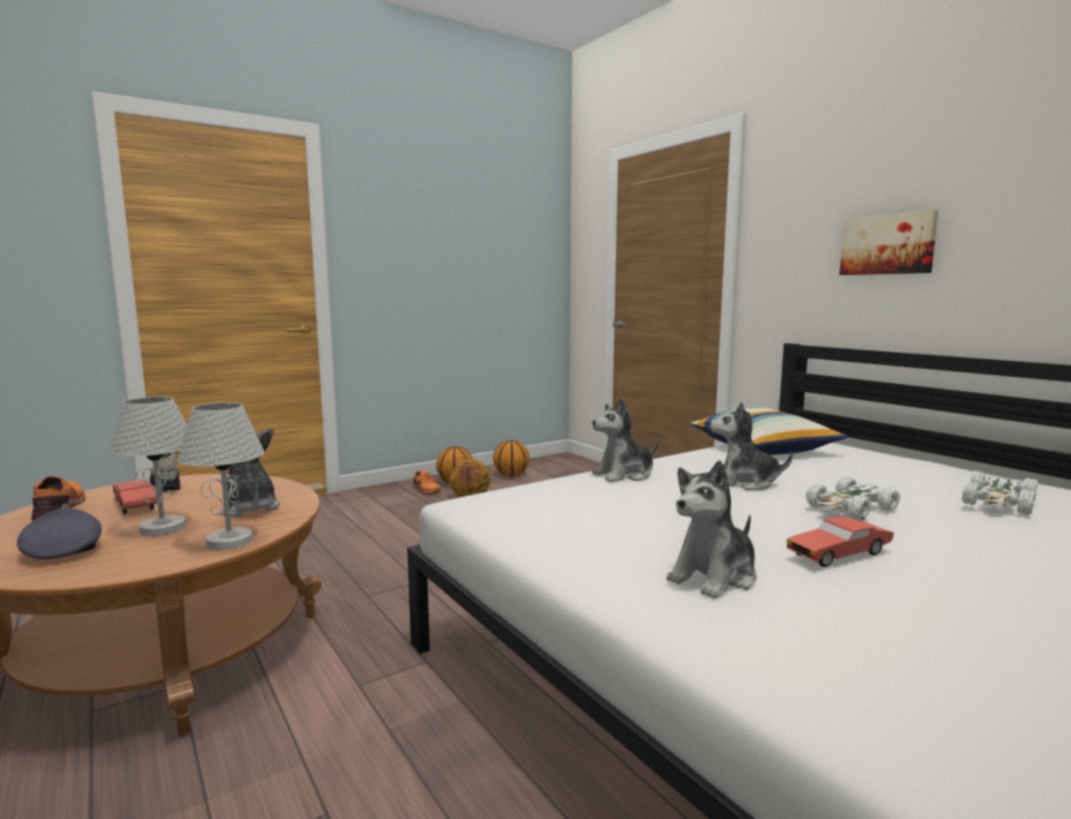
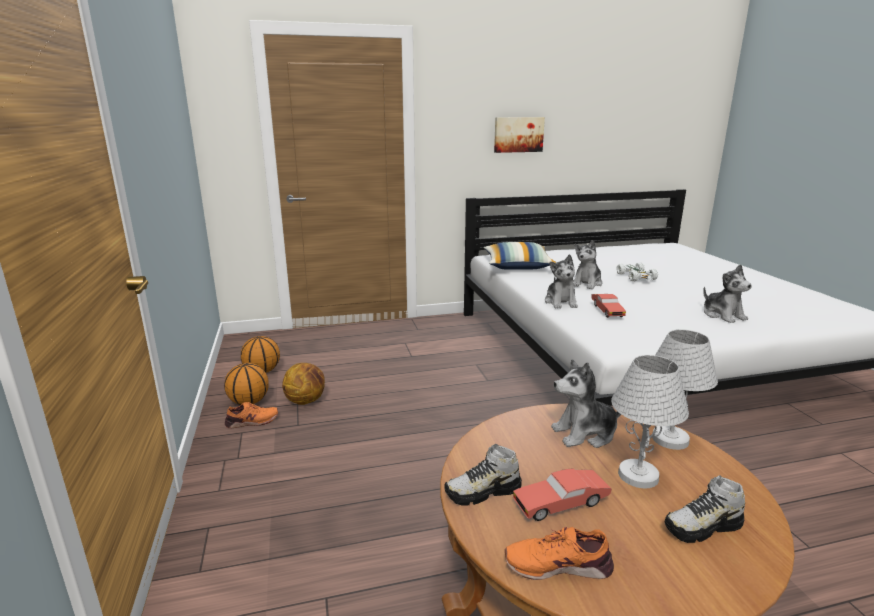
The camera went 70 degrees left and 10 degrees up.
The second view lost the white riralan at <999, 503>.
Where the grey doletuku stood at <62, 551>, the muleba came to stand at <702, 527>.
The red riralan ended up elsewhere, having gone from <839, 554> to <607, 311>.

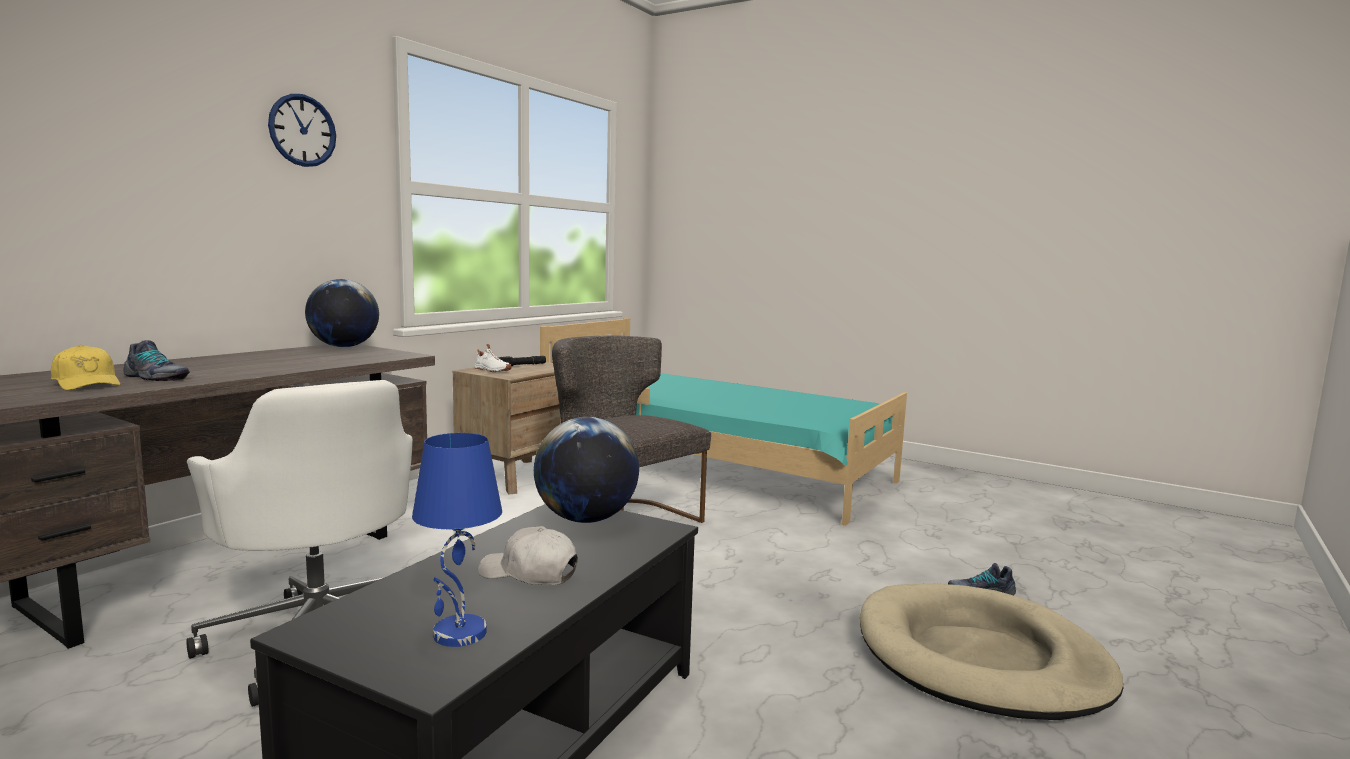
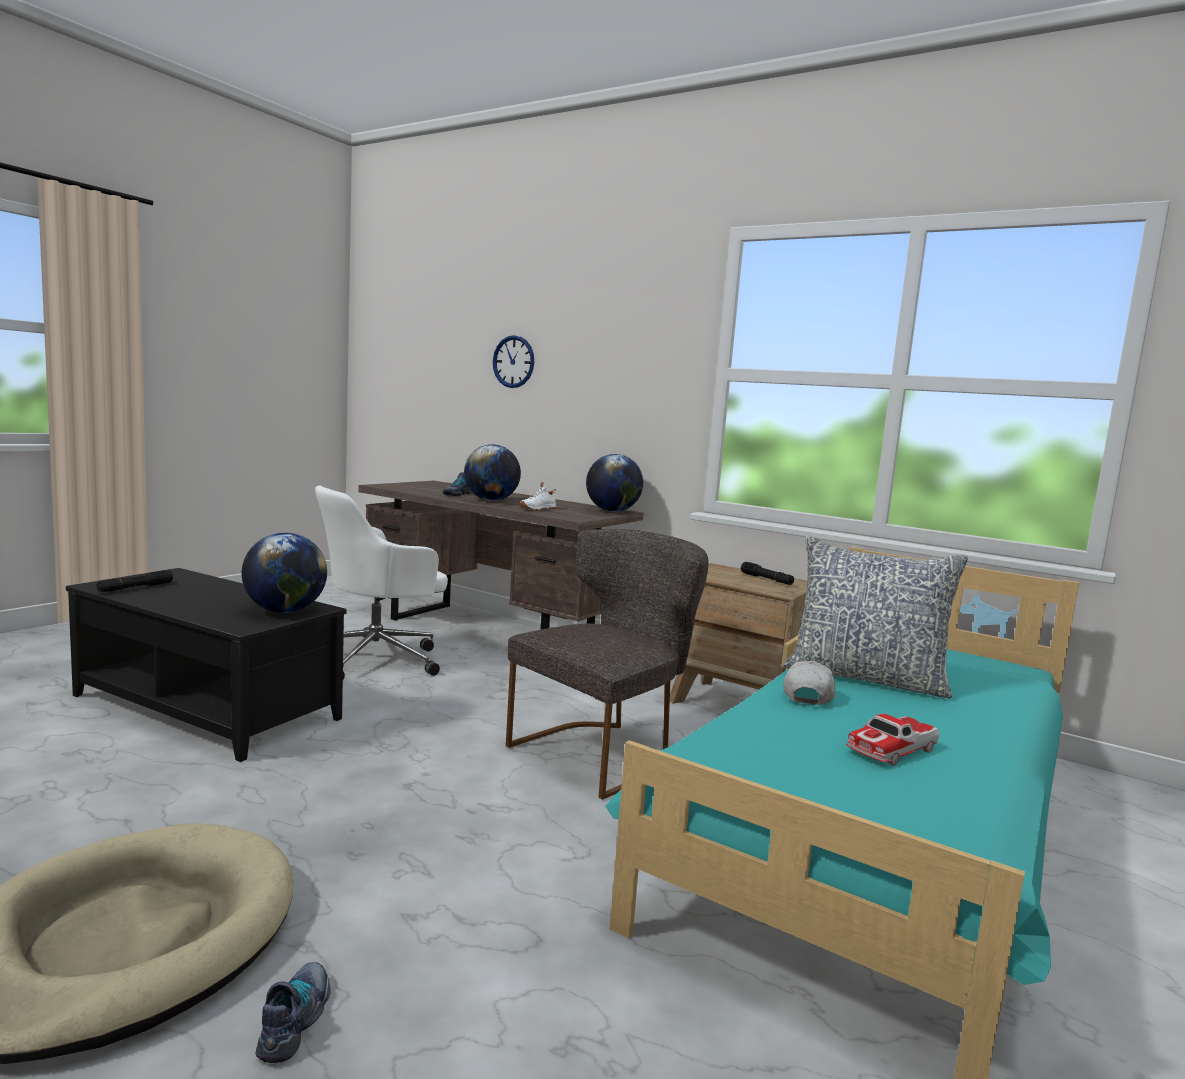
The camera went 90 degrees right and 0 degrees up.
The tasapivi ended up elsewhere, having gone from <302, 130> to <513, 361>.
The white muleba ended up elsewhere, having gone from <491, 370> to <537, 509>.
The second view lost the yellow doletuku at <87, 383>.
Where the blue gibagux stood at <459, 634>, the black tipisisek came to stand at <135, 588>.
The white doletuku ended up elsewhere, having gone from <529, 573> to <808, 695>.
The second view gained the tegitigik at <491, 500>.
The second view gained the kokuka at <865, 678>.
The second view gained the riralan at <892, 750>.

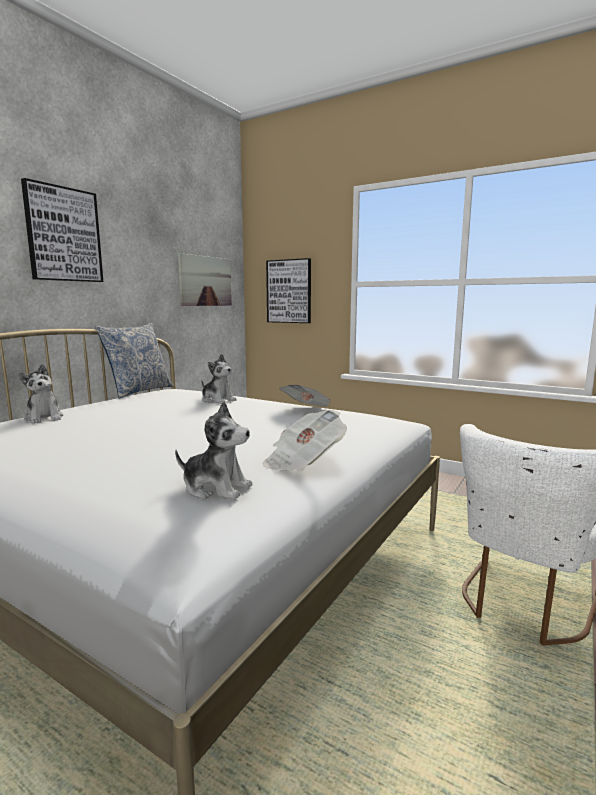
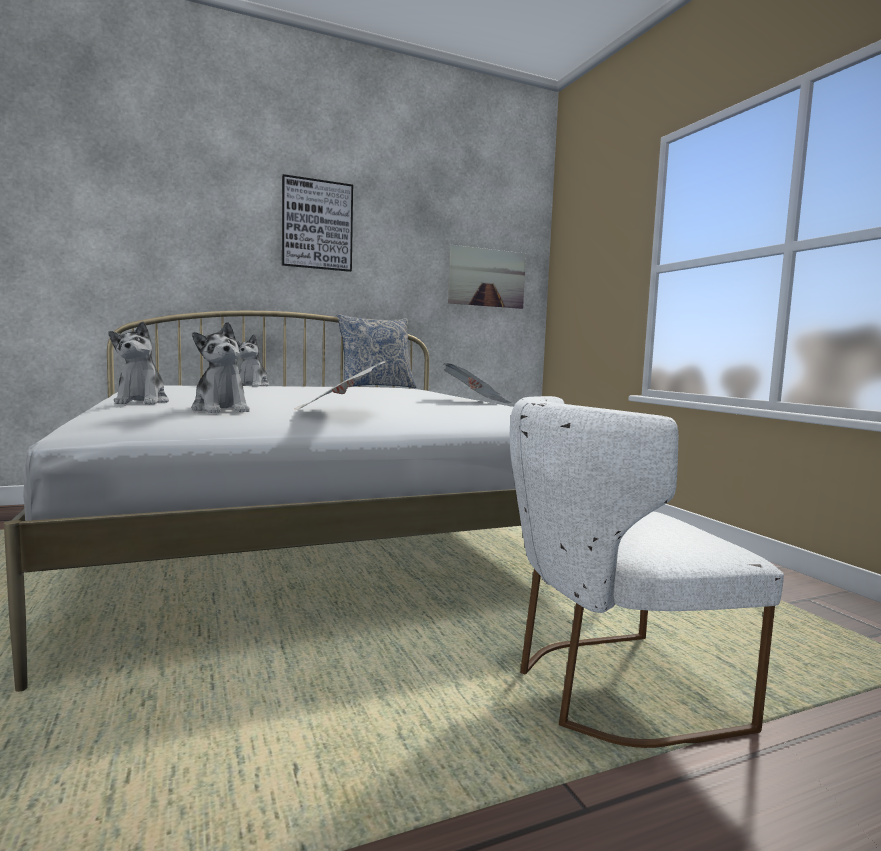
The camera went 35 degrees right and 5 degrees down.
The second view lost the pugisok at <289, 291>.
The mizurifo ended up elsewhere, having gone from <218, 400> to <141, 402>.

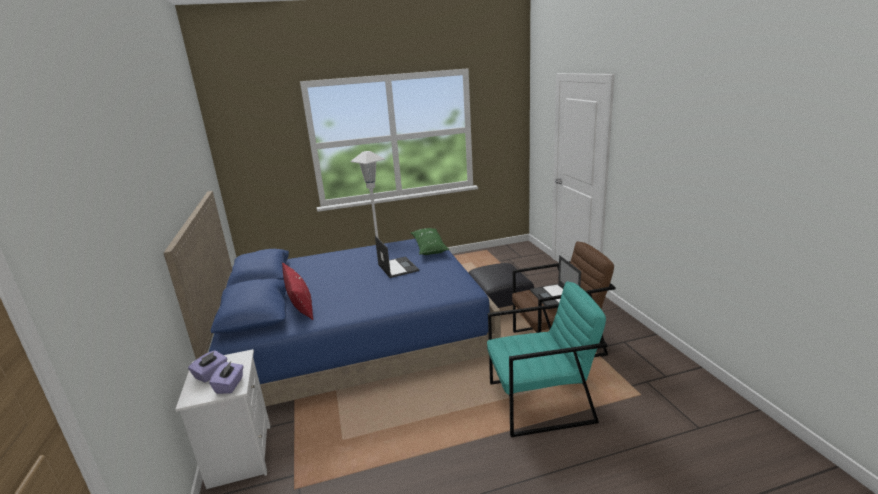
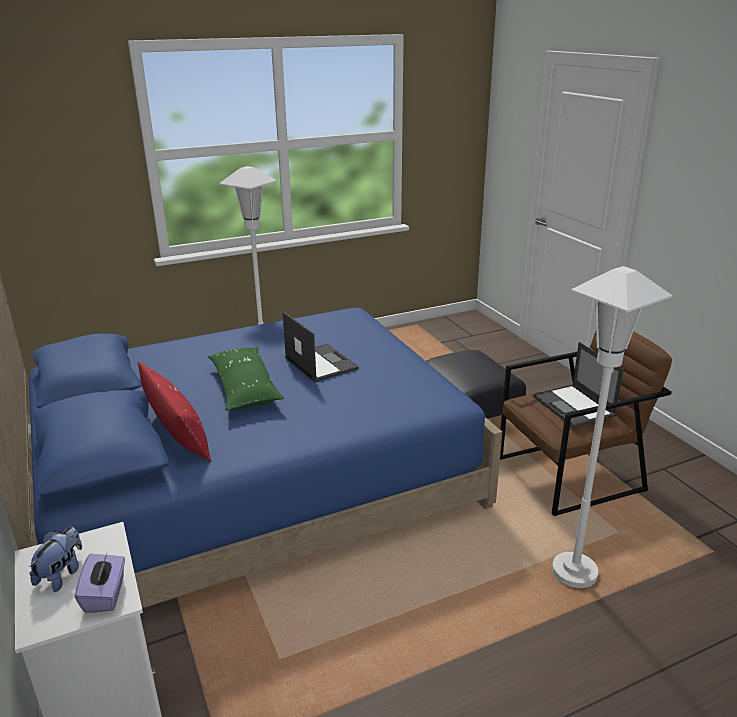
The camera went 10 degrees left and 5 degrees up.
The green kokuka ended up elsewhere, having gone from <429, 247> to <244, 388>.
Where the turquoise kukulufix stood at <541, 402>, the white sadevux came to stand at <574, 572>.
Where the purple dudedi stood at <211, 374>, the mizurifo came to stand at <61, 574>.

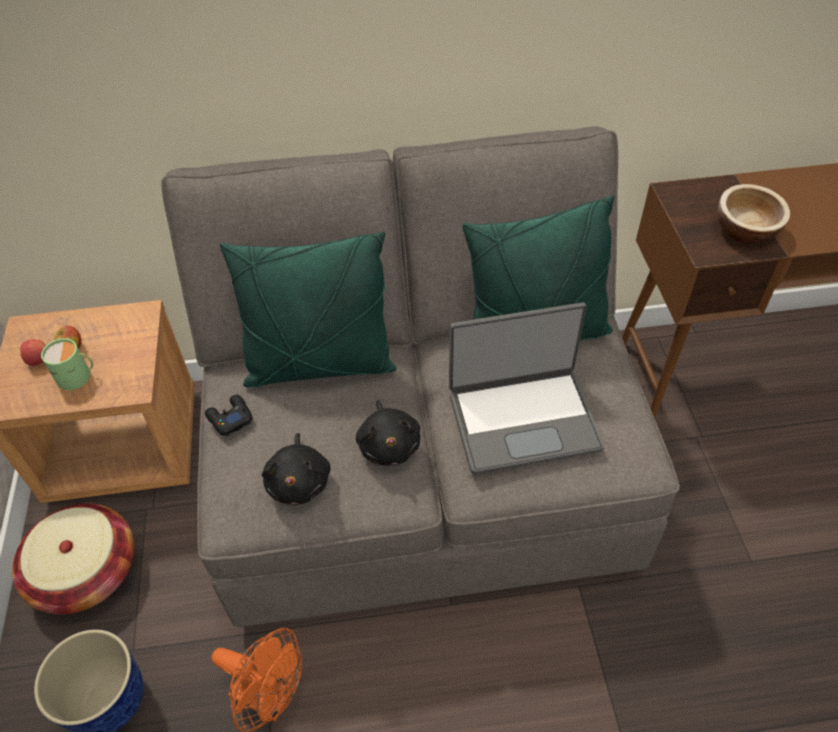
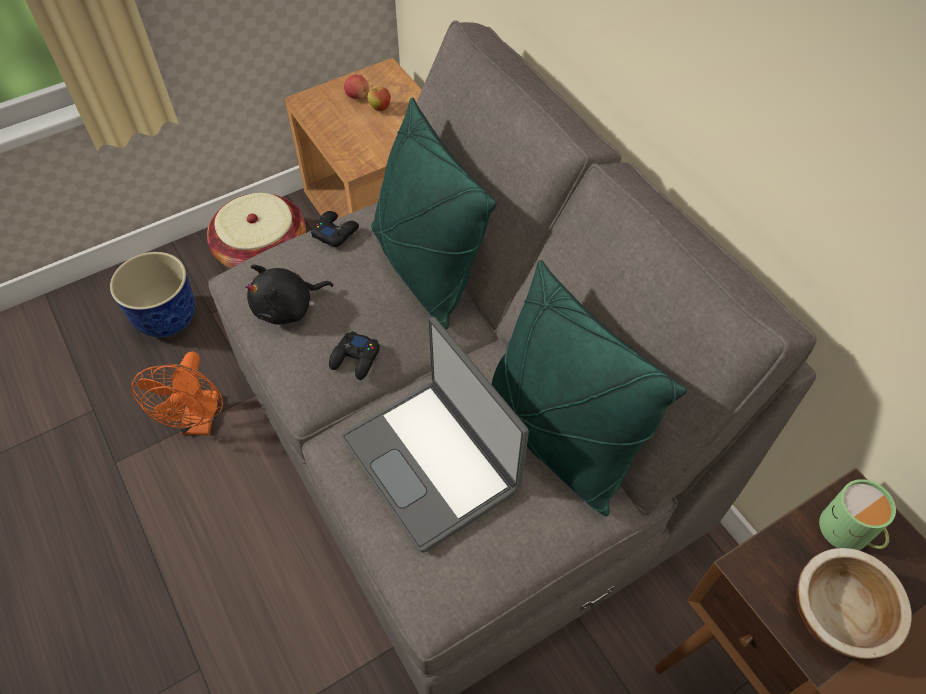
The camera went 65 degrees right and 5 degrees up.
The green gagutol ended up elsewhere, having gone from <77, 377> to <848, 533>.
Where the black mizurifo stood at <389, 445>, the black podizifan came to stand at <355, 359>.

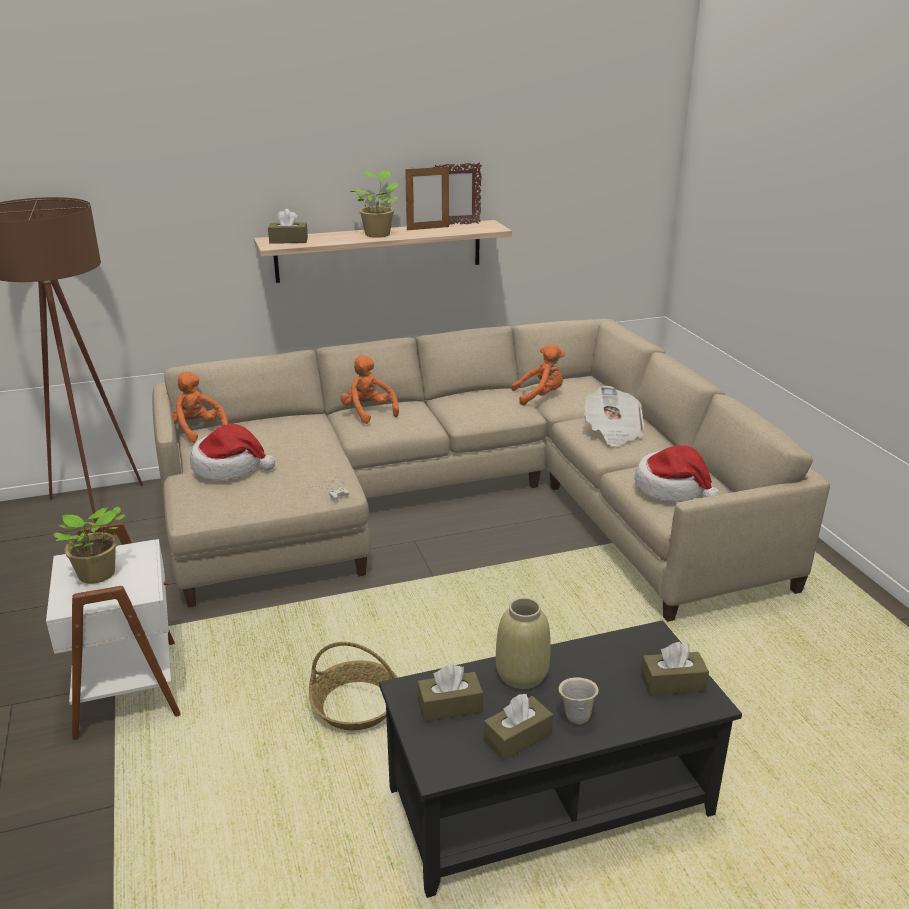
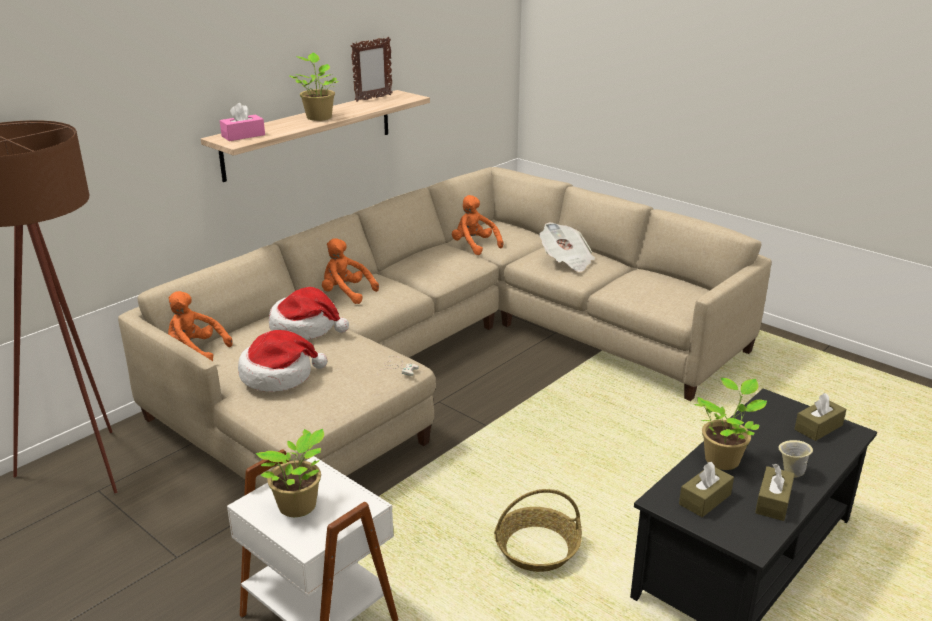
The camera went 30 degrees left and 0 degrees up.
The second view lost the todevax at <428, 228>.
What was the brown dudedi at <288, 240> turned into the pink dudedi at <243, 135>.
The orange mizurifo at <540, 396> ended up facing another way, 90 degrees counterclockwise from before.
The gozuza ended up elsewhere, having gone from <672, 488> to <305, 328>.
Where the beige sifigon stood at <521, 675>, the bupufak came to stand at <723, 459>.

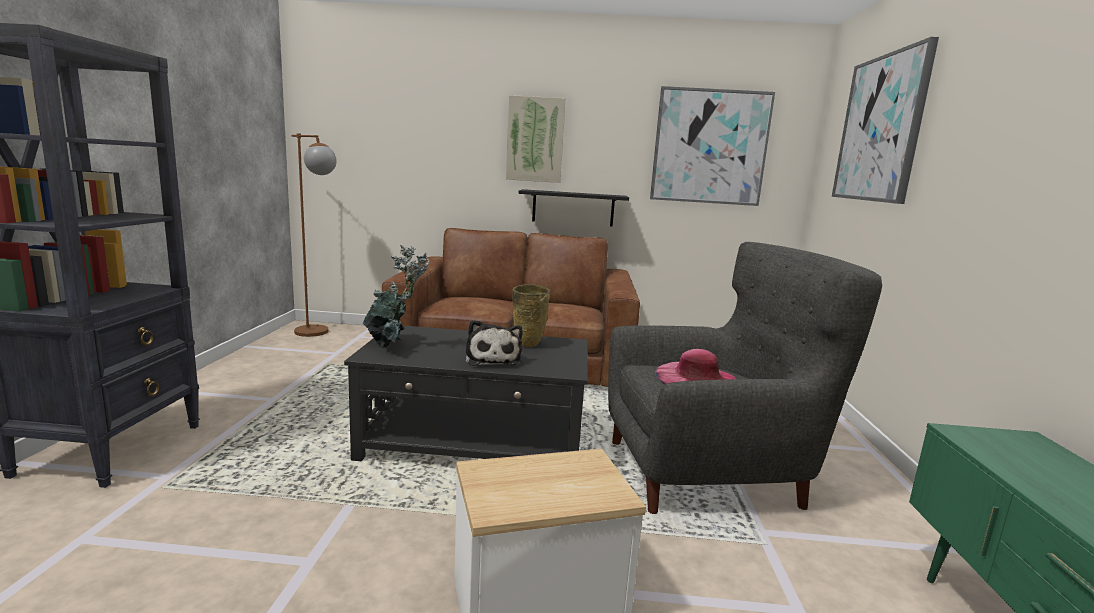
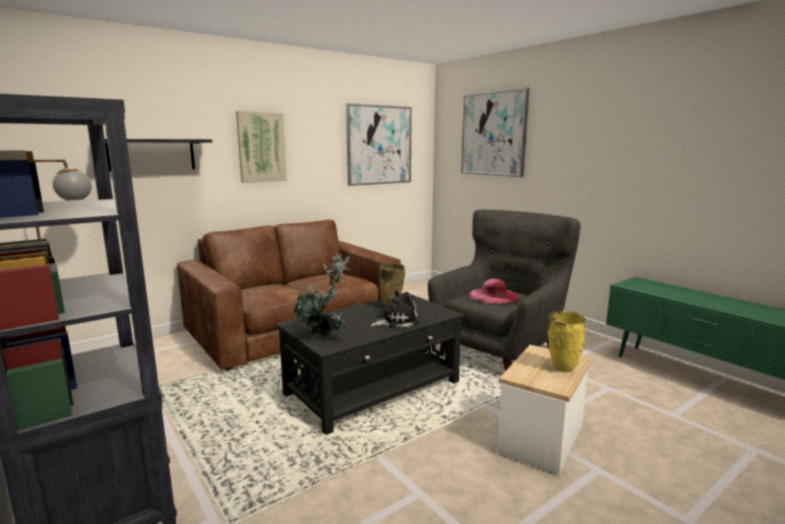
The camera went 40 degrees left and 0 degrees up.
The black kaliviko ended up elsewhere, having gone from <573, 208> to <152, 154>.
The mizurifo at <493, 358> ended up facing another way, 60 degrees counterclockwise from before.
The second view gained the yellow sifigon at <561, 369>.

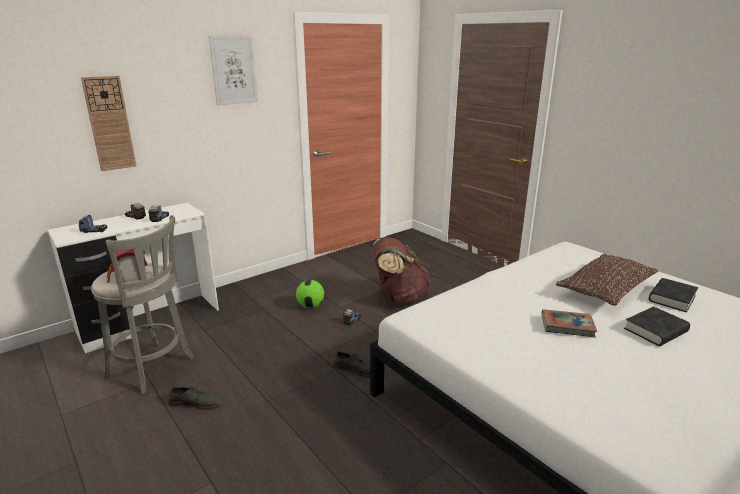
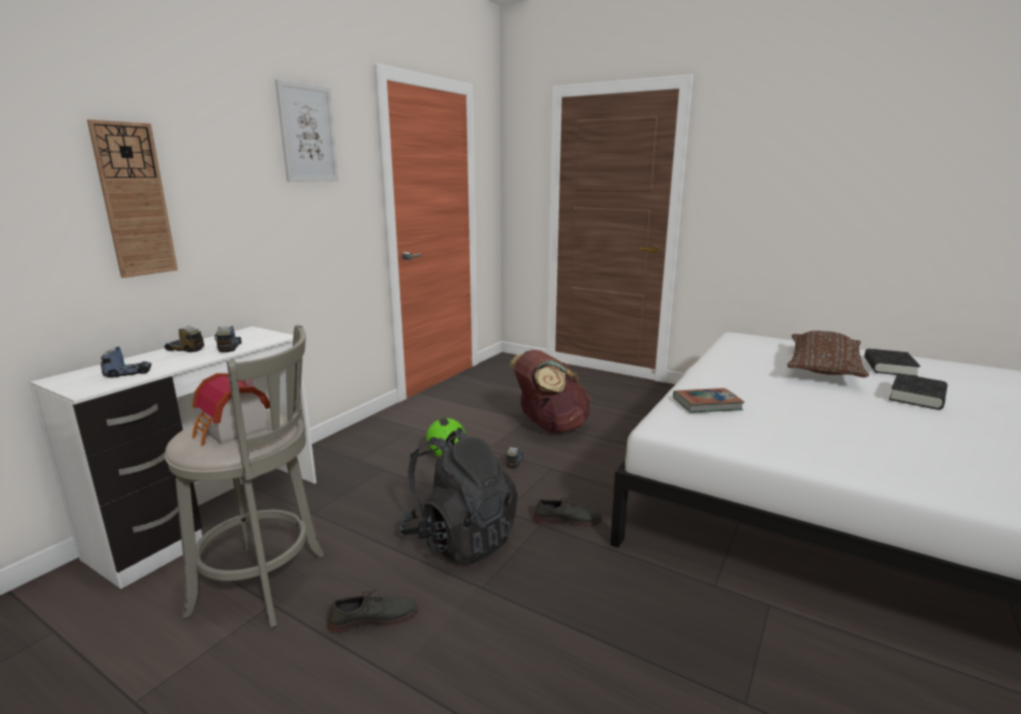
The camera went 20 degrees left and 5 degrees down.
The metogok ended up elsewhere, having gone from <567, 326> to <707, 404>.
The second view gained the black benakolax at <460, 539>.

